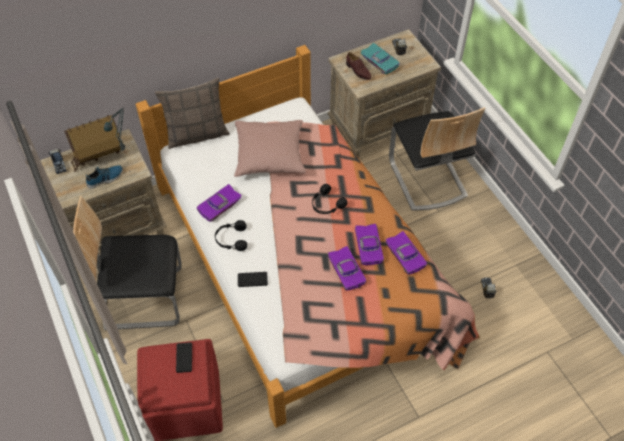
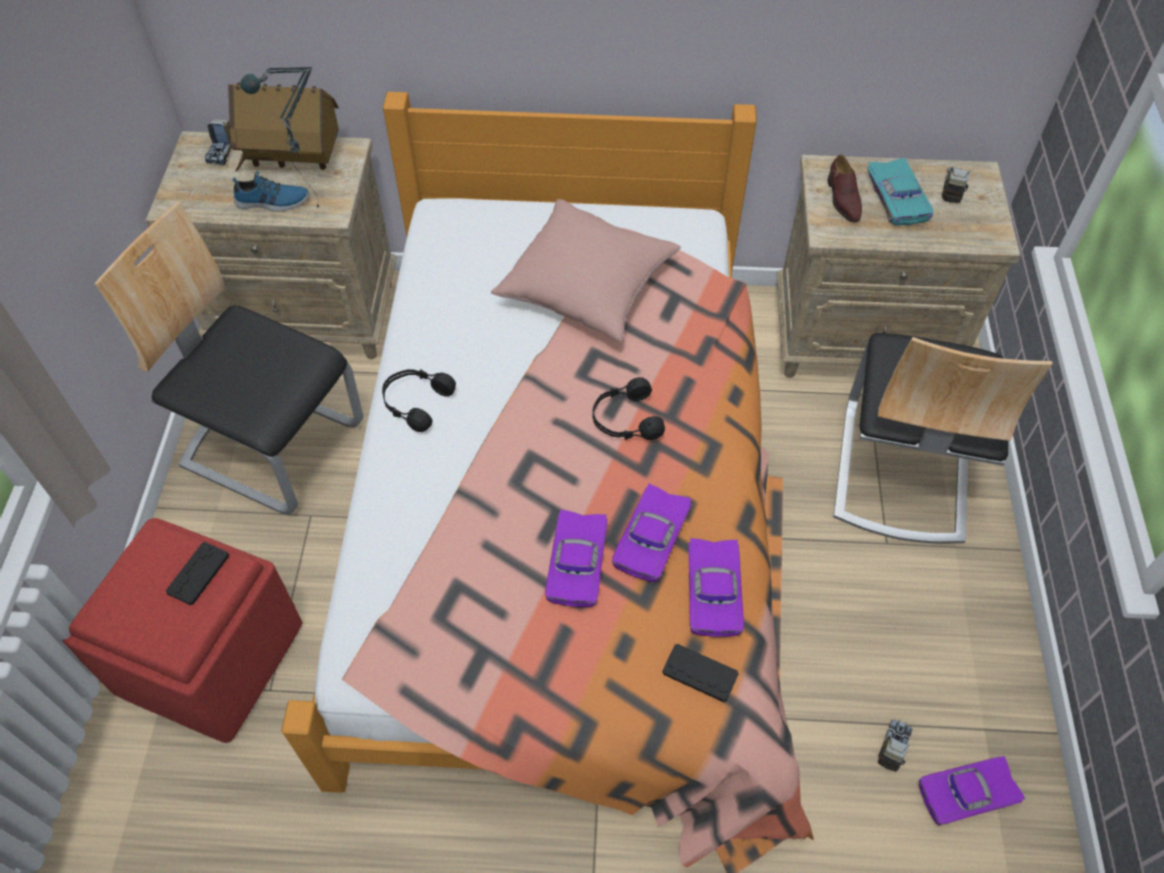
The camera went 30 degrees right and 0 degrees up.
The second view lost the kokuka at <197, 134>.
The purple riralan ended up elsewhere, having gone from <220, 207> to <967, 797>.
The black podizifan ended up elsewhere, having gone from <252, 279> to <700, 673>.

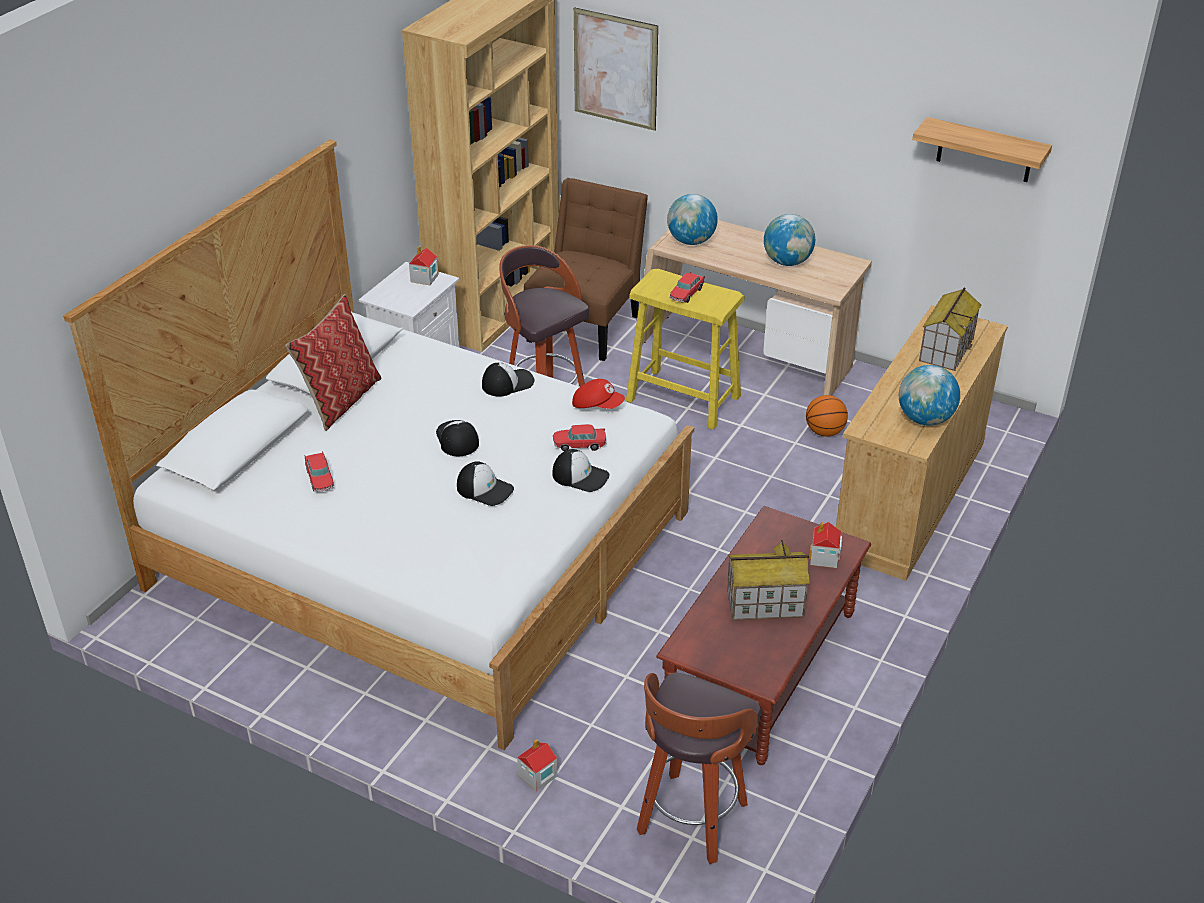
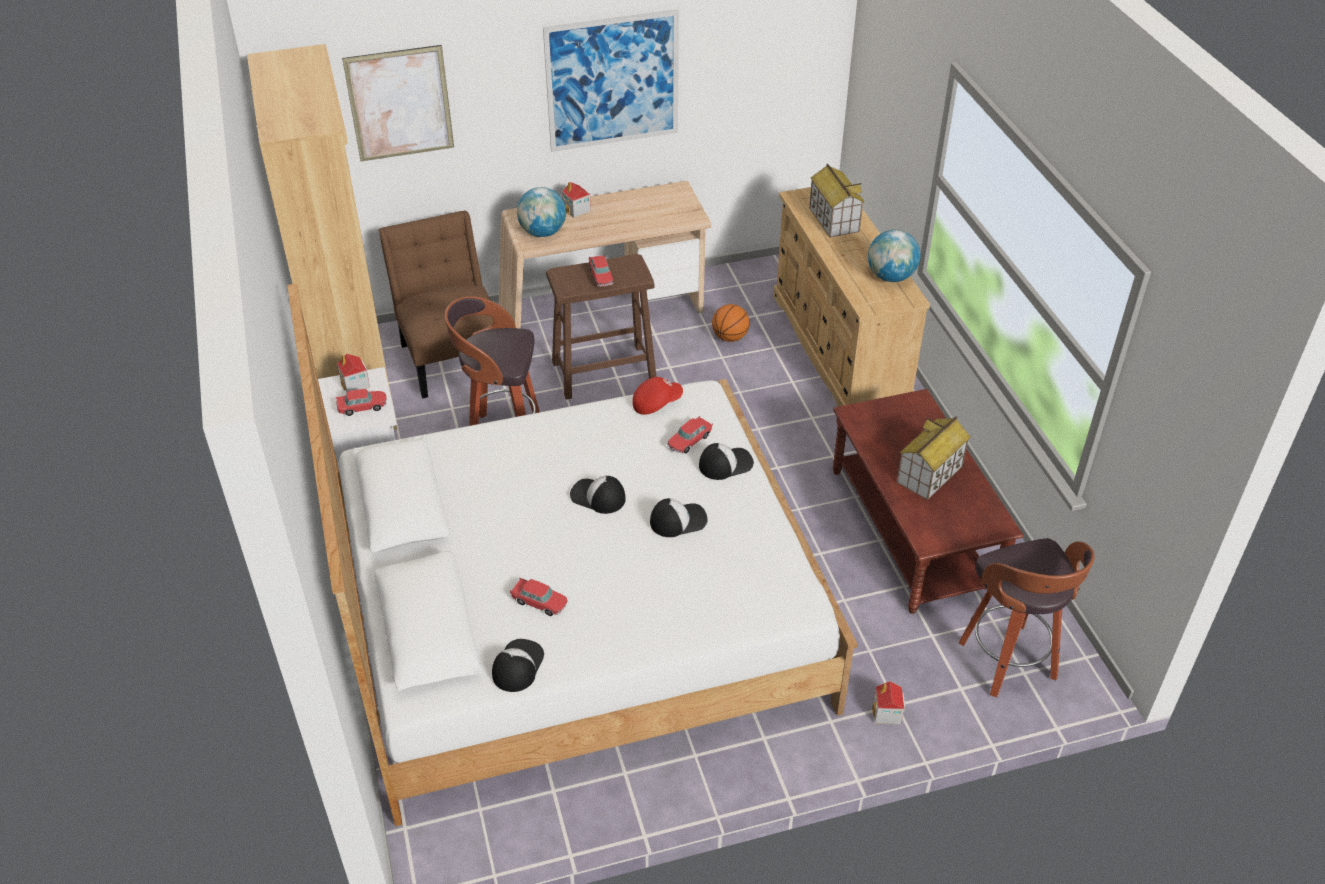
The camera went 45 degrees left and 5 degrees up.
The second view lost the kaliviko at <985, 150>.
The second view lost the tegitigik at <787, 262>.
What was the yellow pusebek at <684, 399> turned into the brown pusebek at <604, 371>.
The second view lost the kokuka at <341, 400>.
The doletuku ended up elsewhere, having gone from <507, 383> to <517, 666>.
The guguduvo ended up elsewhere, having gone from <824, 558> to <577, 210>.
The second view gained the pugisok at <613, 81>.
The second view gained the riralan at <362, 407>.

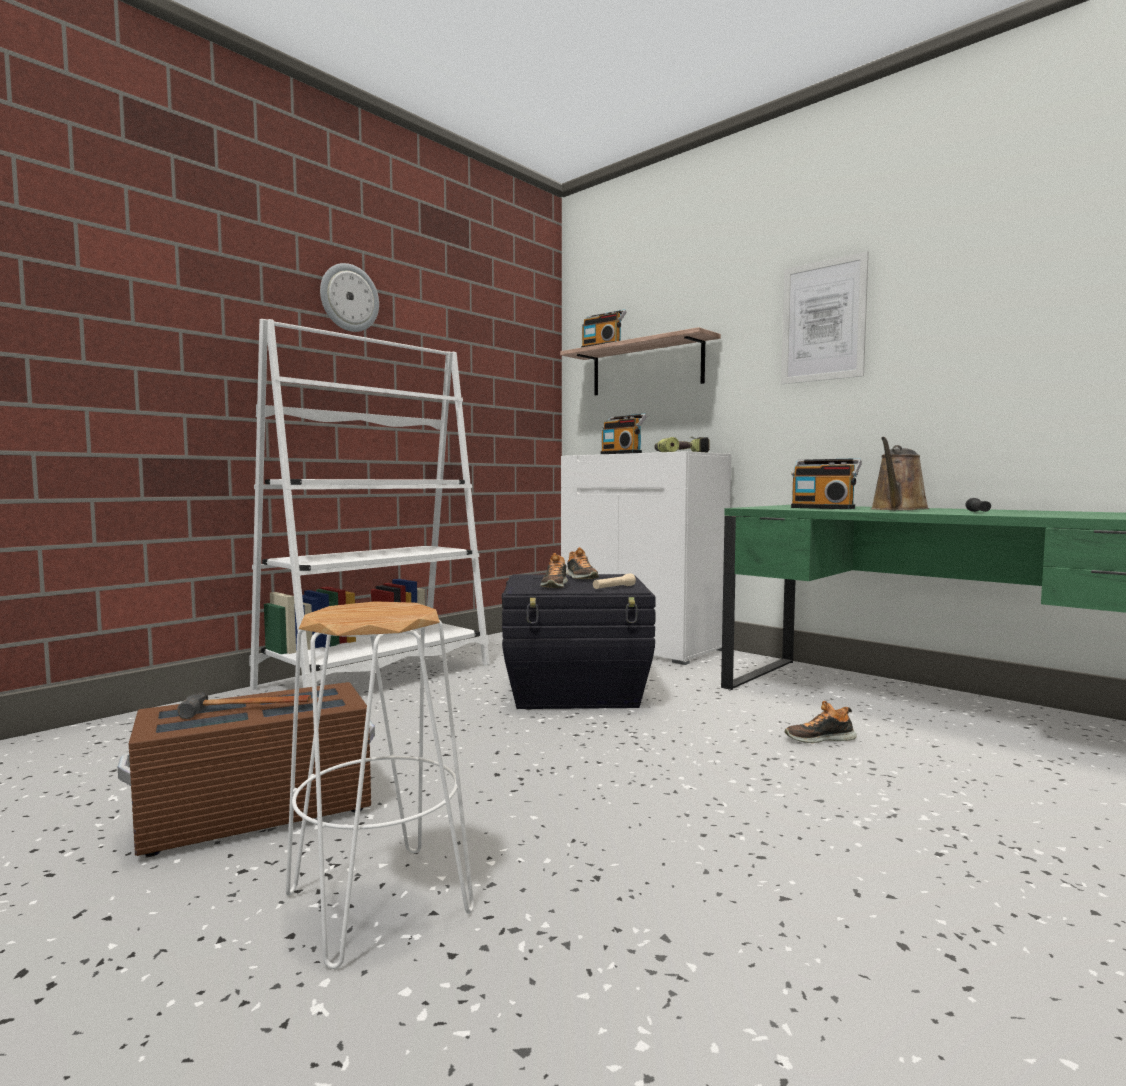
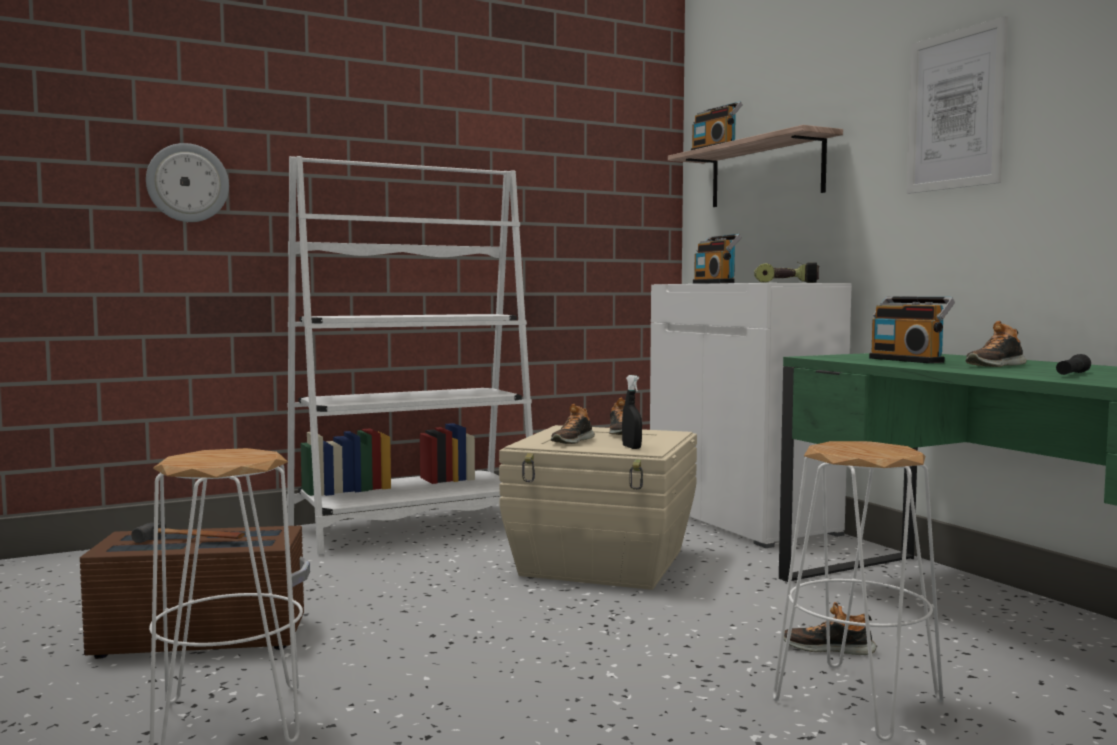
The camera went 20 degrees right and 0 degrees up.
The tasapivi ended up elsewhere, having gone from <349, 298> to <187, 183>.
Where the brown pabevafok stood at <898, 509>, the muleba came to stand at <994, 365>.
Where the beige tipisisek stood at <614, 588>, the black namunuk came to stand at <631, 447>.
What was the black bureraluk at <576, 690> turned into the beige bureraluk at <604, 563>.
The second view gained the white pusebek at <855, 700>.

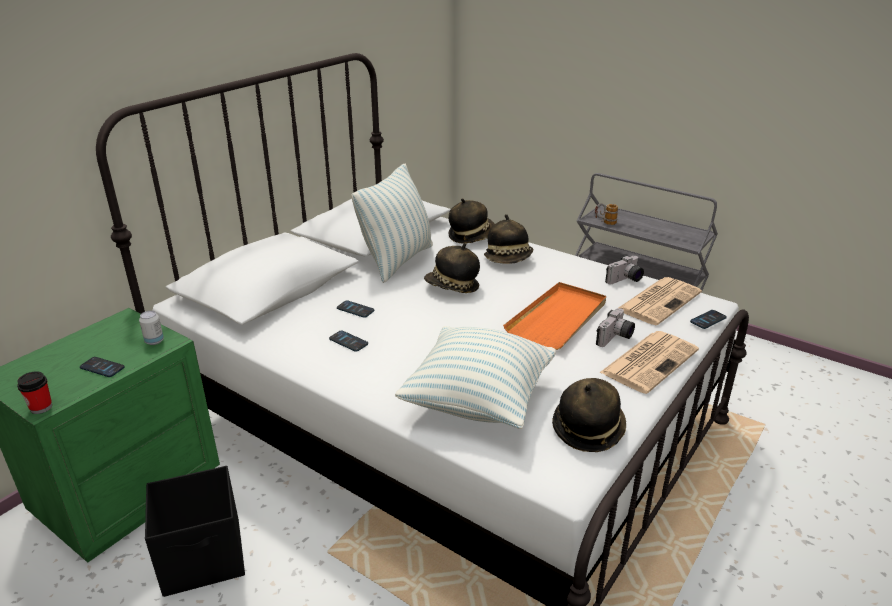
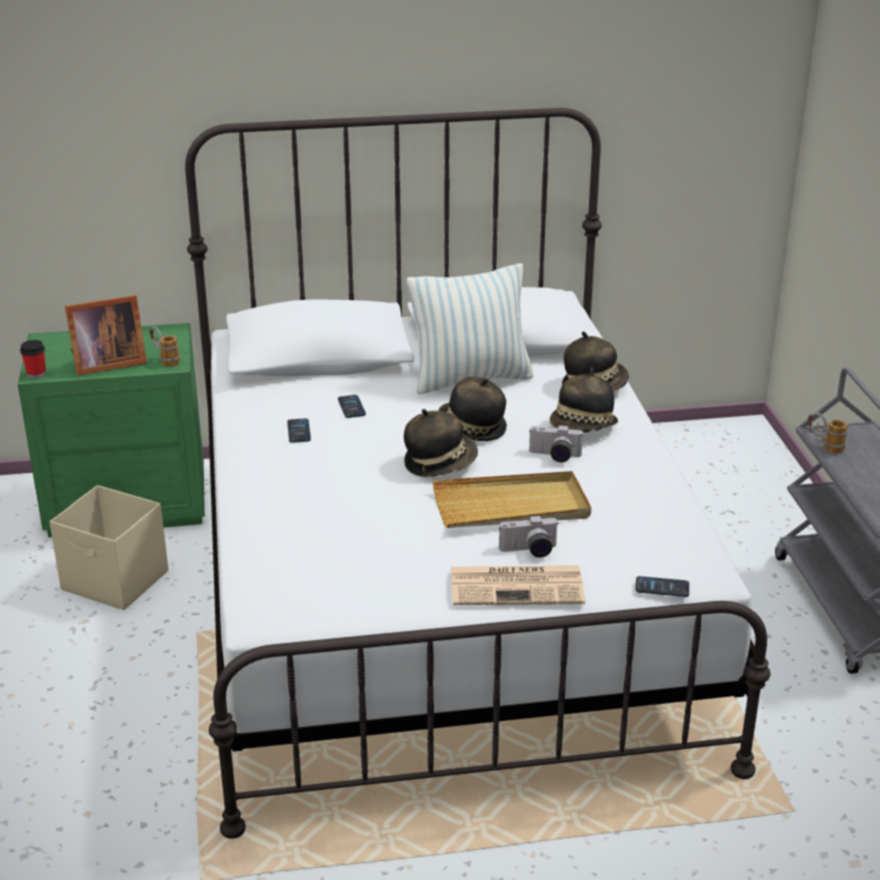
The camera went 45 degrees right and 0 degrees up.
The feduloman ended up elsewhere, having gone from <625, 280> to <554, 456>.
The second view lost the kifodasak at <659, 301>.
What was the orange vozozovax at <558, 319> turned into the beige vozozovax at <511, 506>.
Where the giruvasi stood at <154, 341>, the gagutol came to stand at <164, 359>.
The second view lost the kokuka at <478, 401>.
Where the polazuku stood at <102, 367>, the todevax came to stand at <106, 363>.
The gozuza ended up elsewhere, having gone from <588, 429> to <439, 463>.
What was the black bureraluk at <204, 558> turned into the beige bureraluk at <116, 581>.

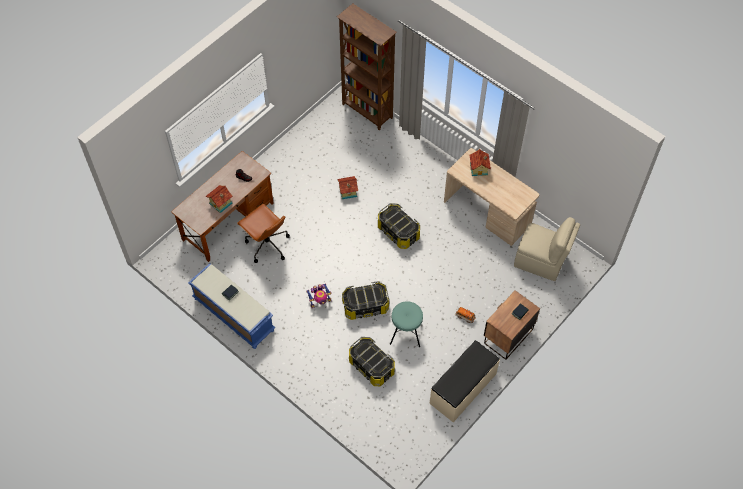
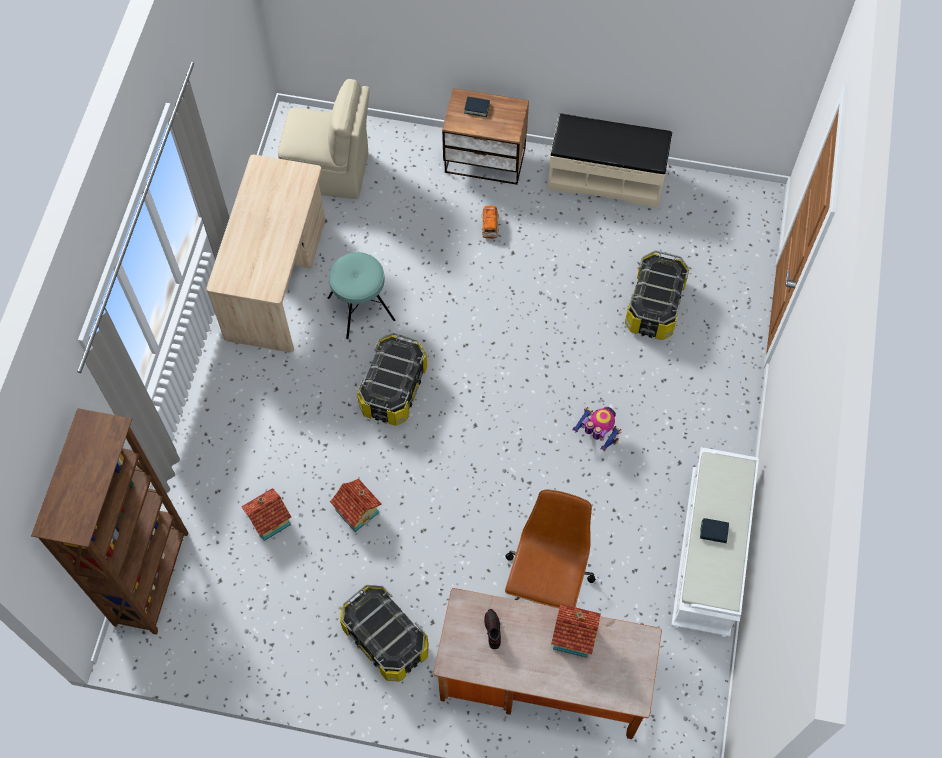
The camera went 120 degrees left and 5 degrees up.
The guguduvo ended up elsewhere, having gone from <479, 168> to <268, 519>.
The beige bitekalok at <541, 261> ended up facing another way, 105 degrees clockwise from before.
What was the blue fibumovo at <233, 314> turned into the white fibumovo at <710, 554>.
The bureraluk ended up elsewhere, having gone from <365, 306> to <386, 638>.
The turquoise pusebek ended up elsewhere, having gone from <406, 332> to <361, 309>.

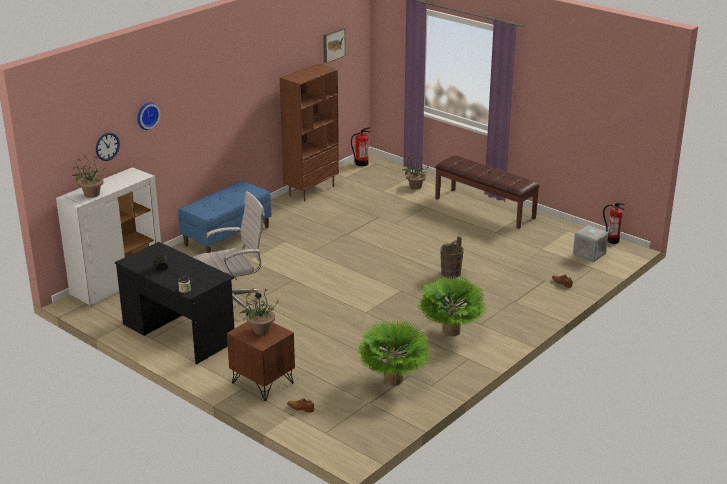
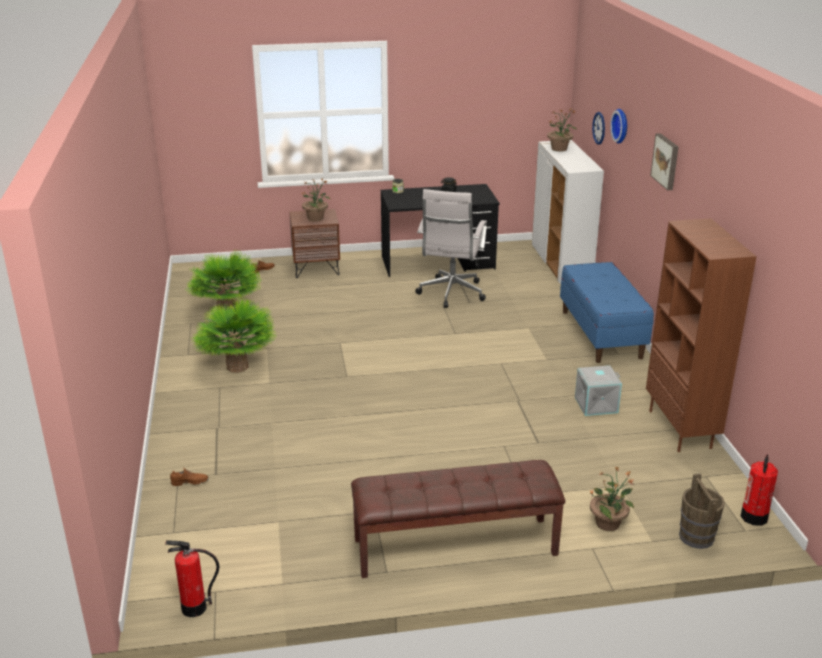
The camera went 130 degrees right and 0 degrees up.
The pugisok ended up elsewhere, having gone from <333, 45> to <666, 161>.
The grey bureraluk ended up elsewhere, having gone from <588, 254> to <596, 404>.
The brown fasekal ended up elsewhere, having gone from <450, 273> to <696, 537>.

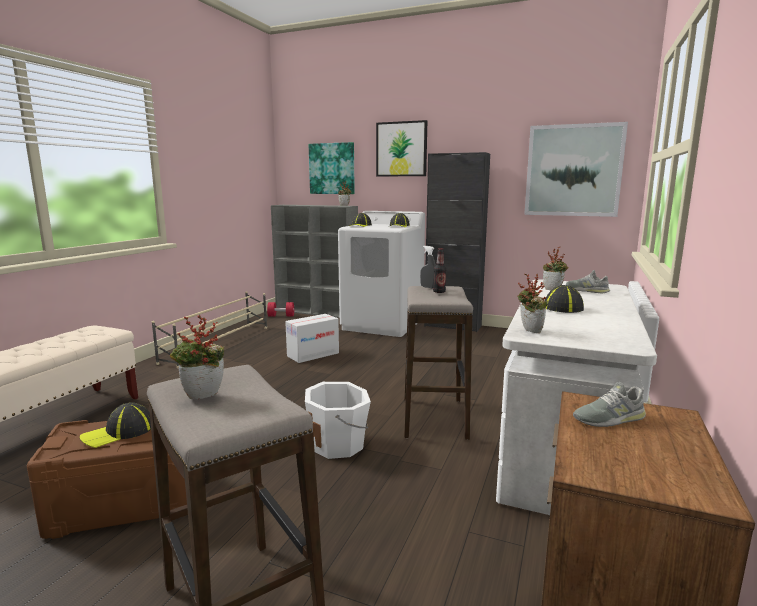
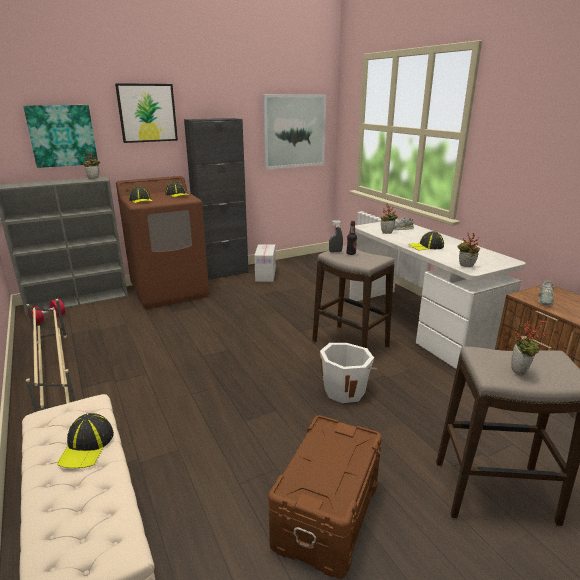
The camera went 50 degrees left and 10 degrees up.
What was the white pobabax at <383, 325> turned into the brown pobabax at <170, 291>.
The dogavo ended up elsewhere, having gone from <313, 354> to <265, 275>.
The doletuku ended up elsewhere, having gone from <119, 432> to <87, 446>.

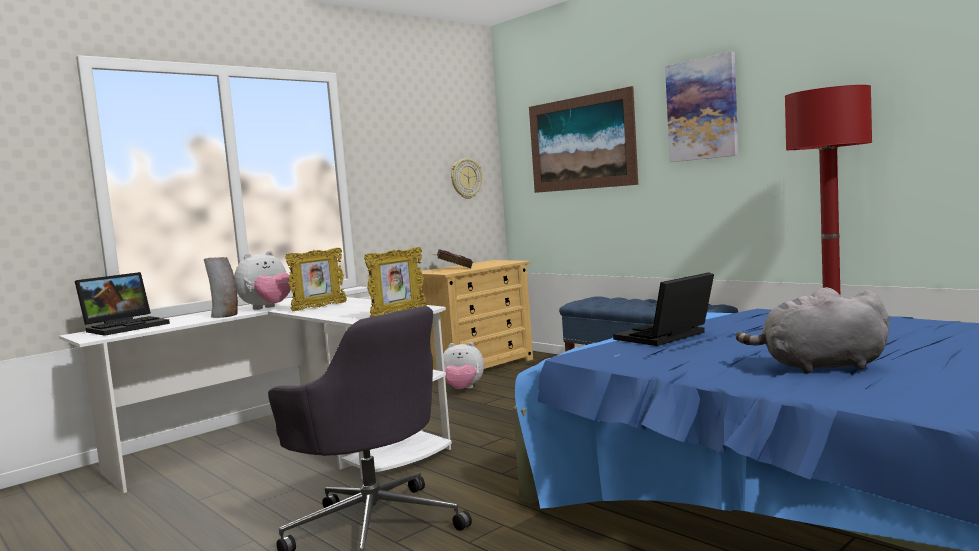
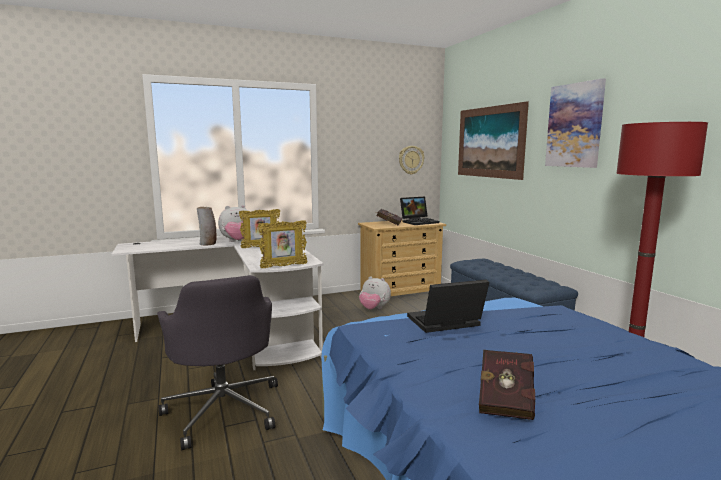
The camera went 20 degrees right and 5 degrees up.
The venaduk ended up elsewhere, having gone from <127, 327> to <419, 222>.
Where the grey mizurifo stood at <819, 367>, the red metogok came to stand at <506, 399>.

